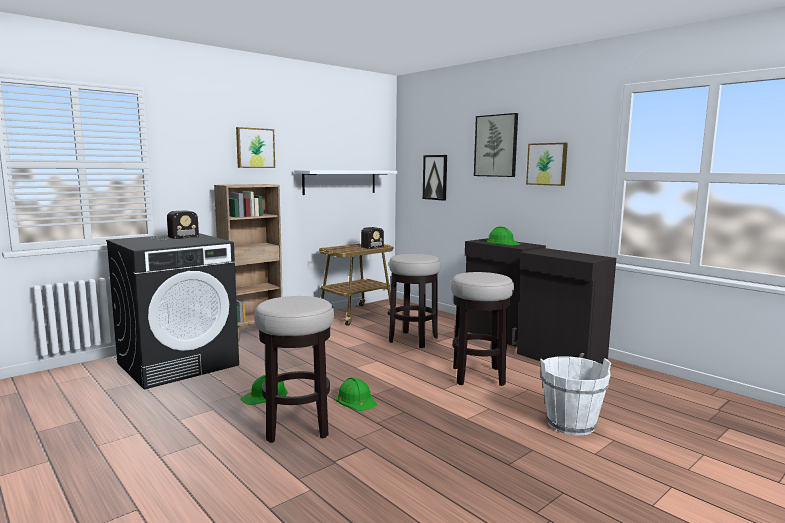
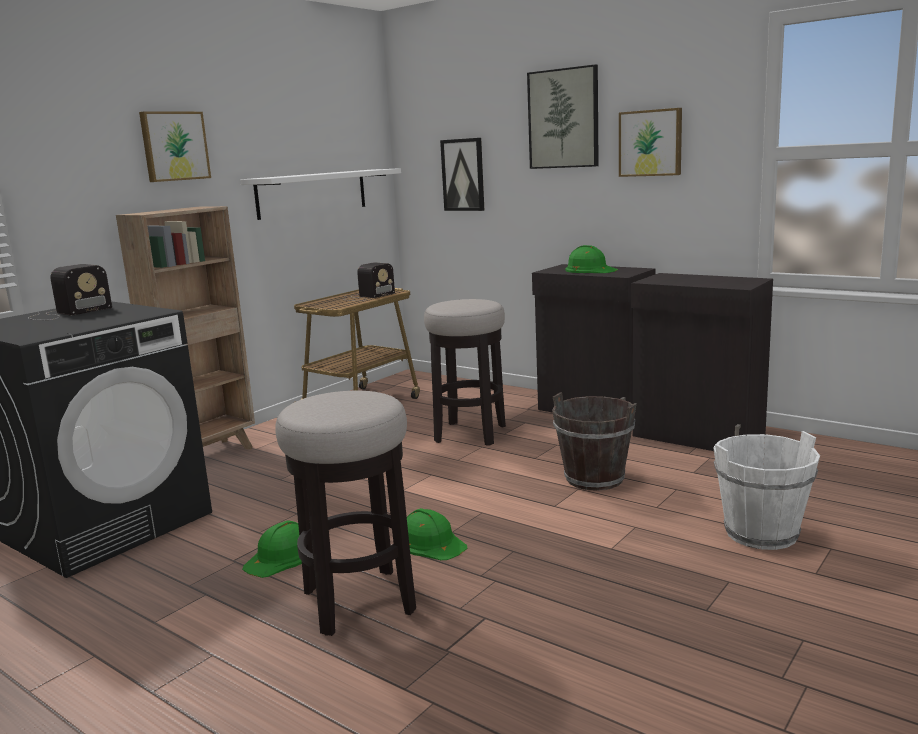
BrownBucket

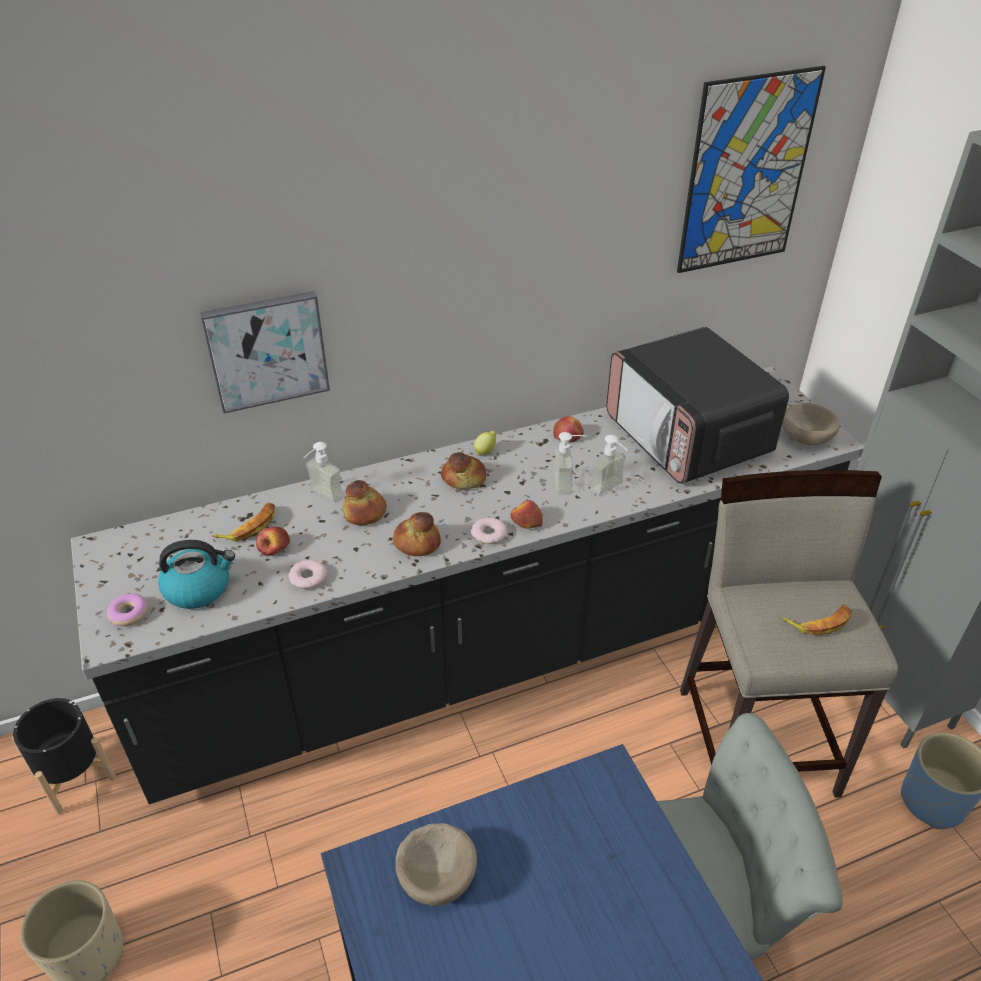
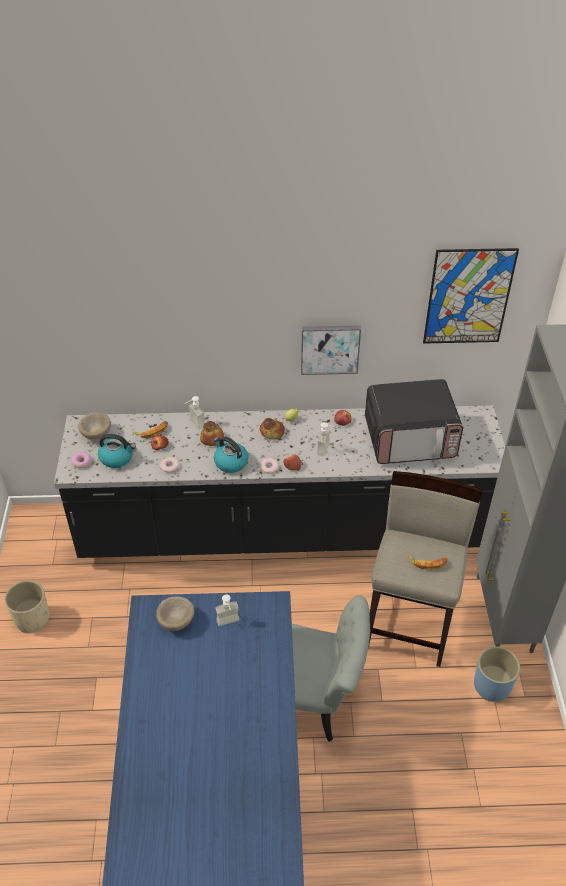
BlackPlanter
Picture (1st from left)
SoapDispenser (2nd from left)
BeigeBowl (1st from left)
Kettle (2nd from left)
Microwave

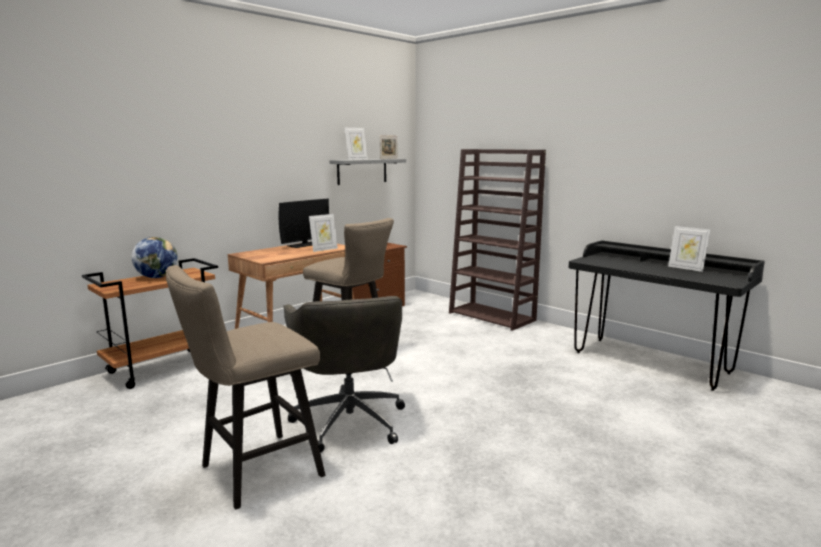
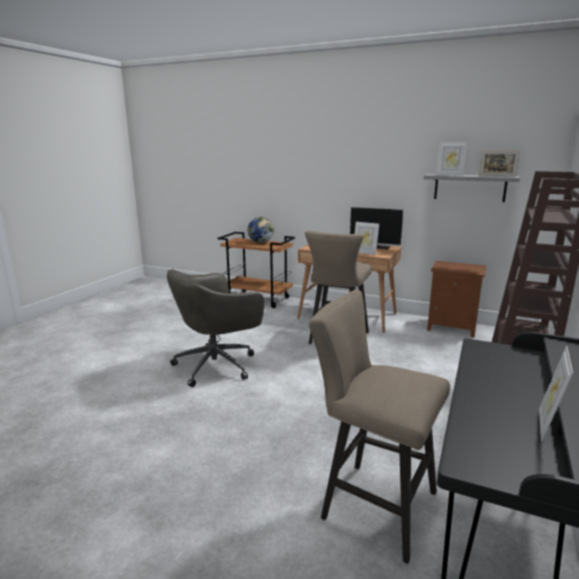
BeigeStool (2nd from left)

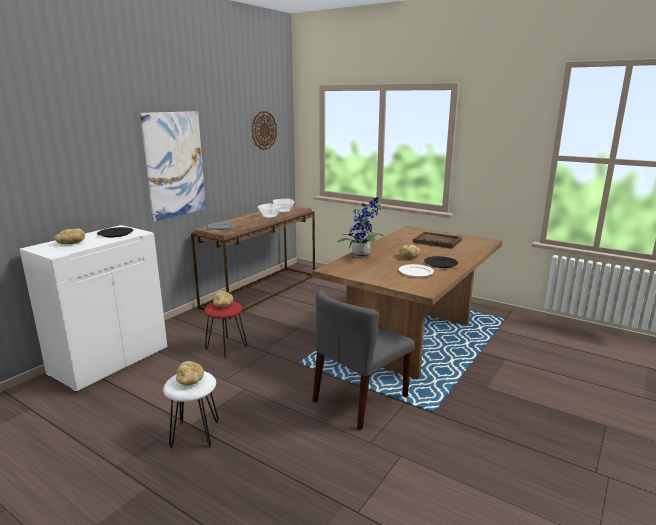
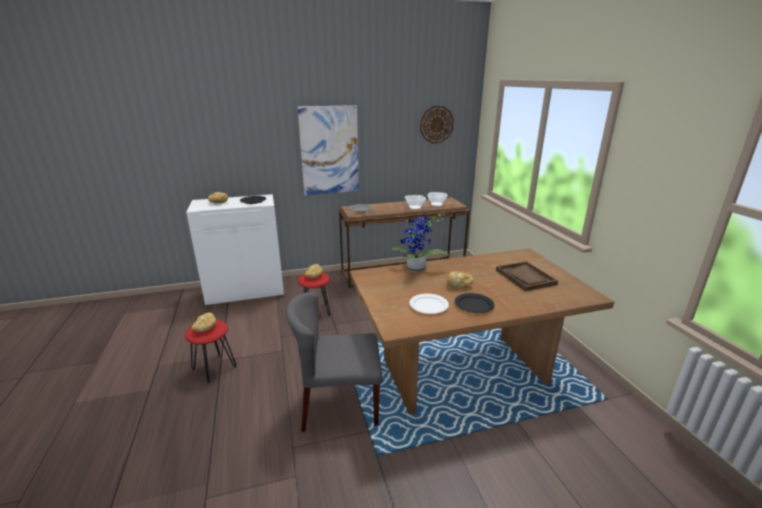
RedStool (1st from left)

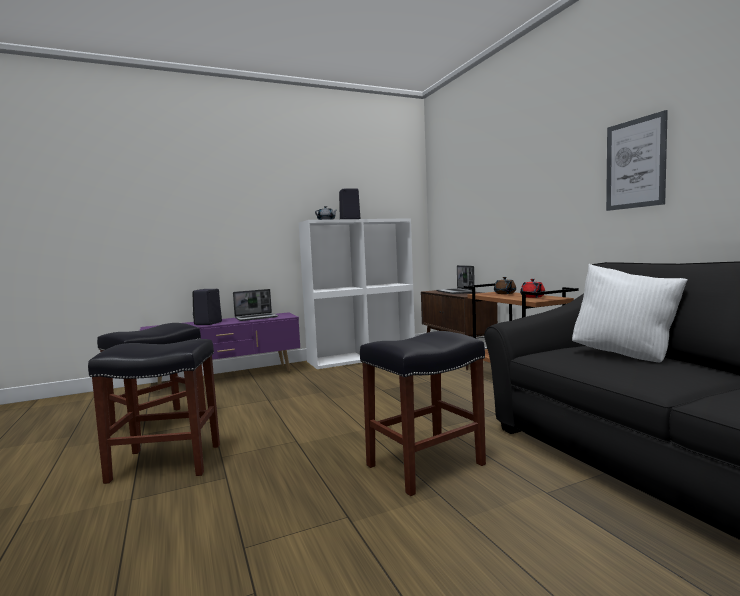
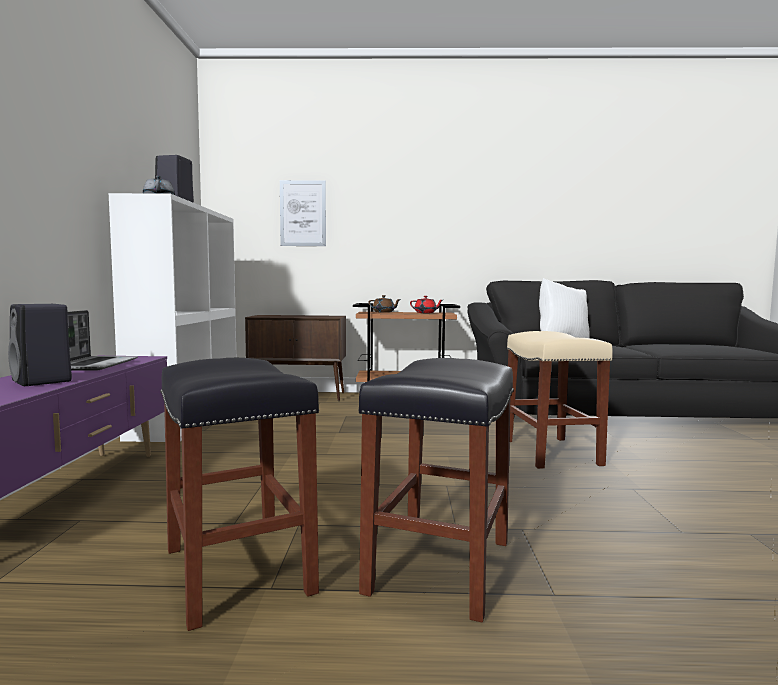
Laptop (2nd from left in the first image)
Picture
BeigeStool

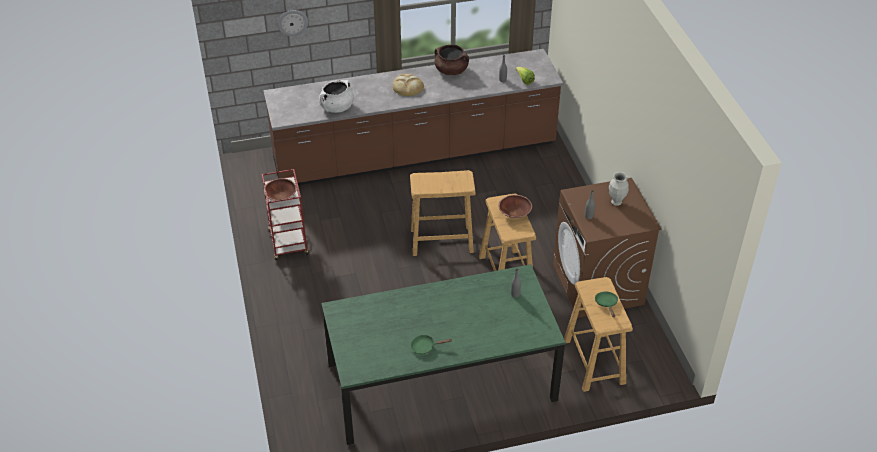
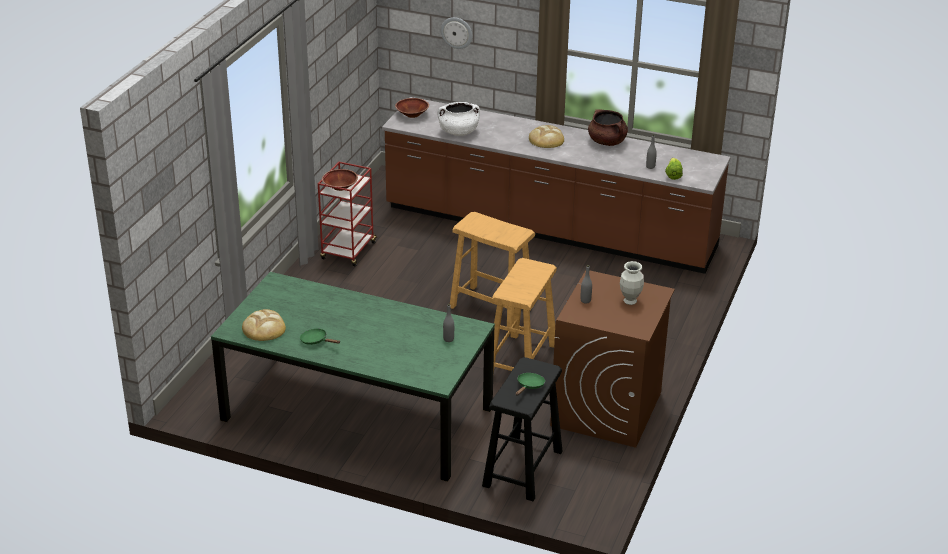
Bread (1st from left)
BrownBowl (2nd from left)
BlackStool

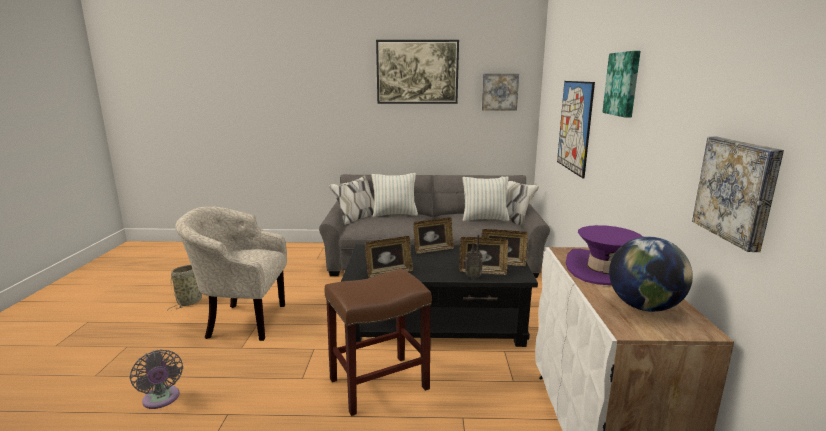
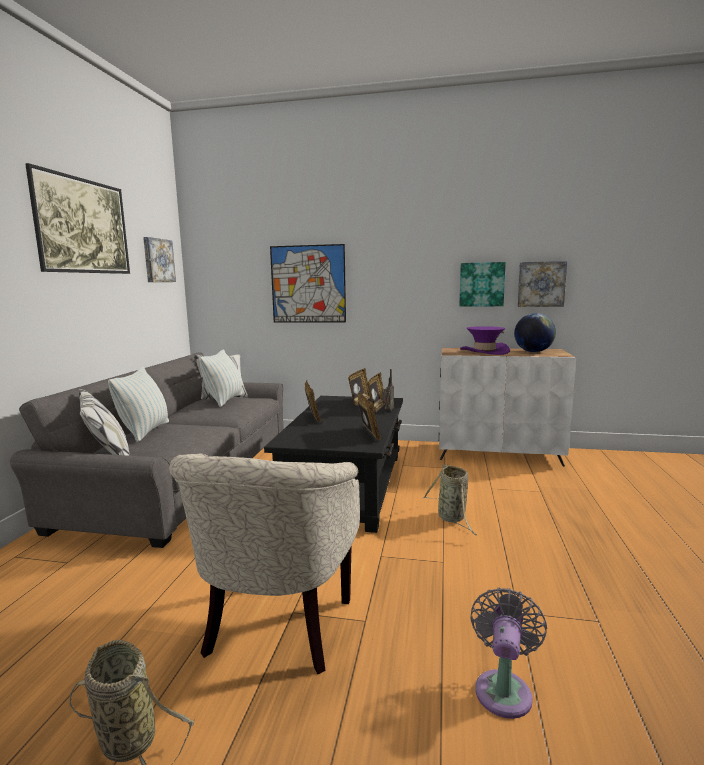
Picture (4th from left)
Basket (2nd from left)
GreyFan

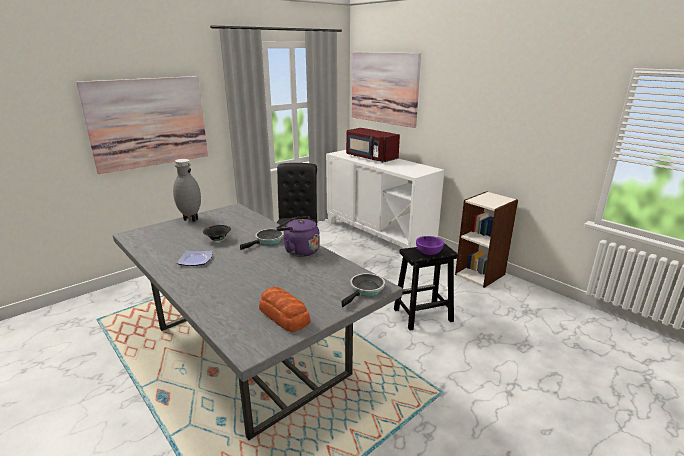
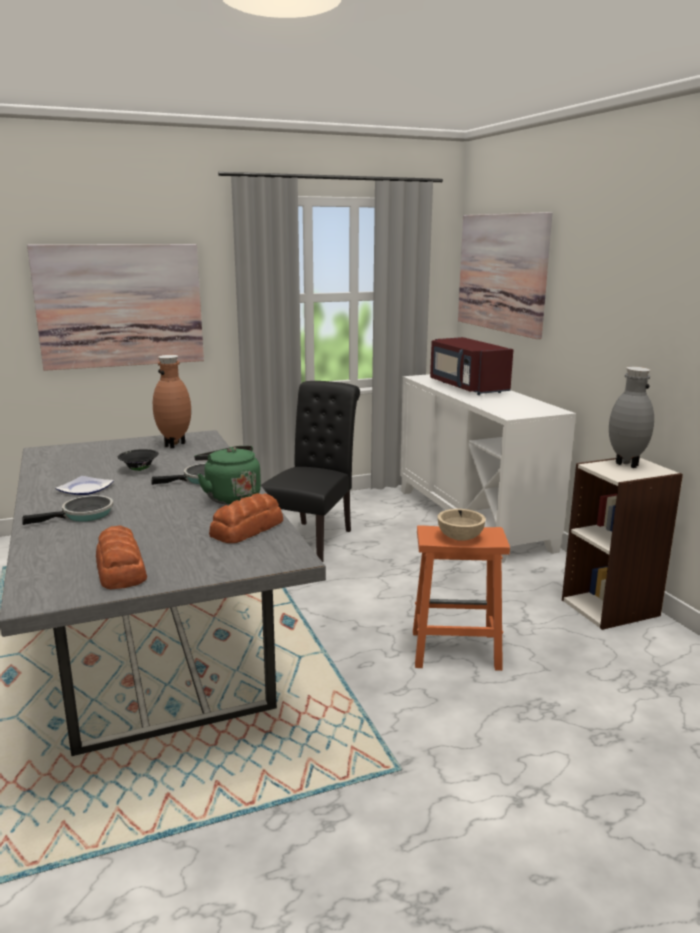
BrownVase
Bread (2nd from left)
GreyVase
FryingPan (1st from left)
GreenKettle
OrangeStool
BeigeBowl

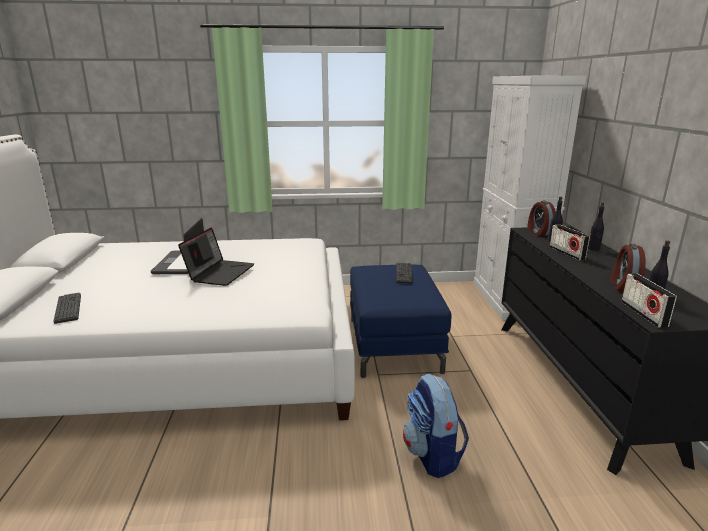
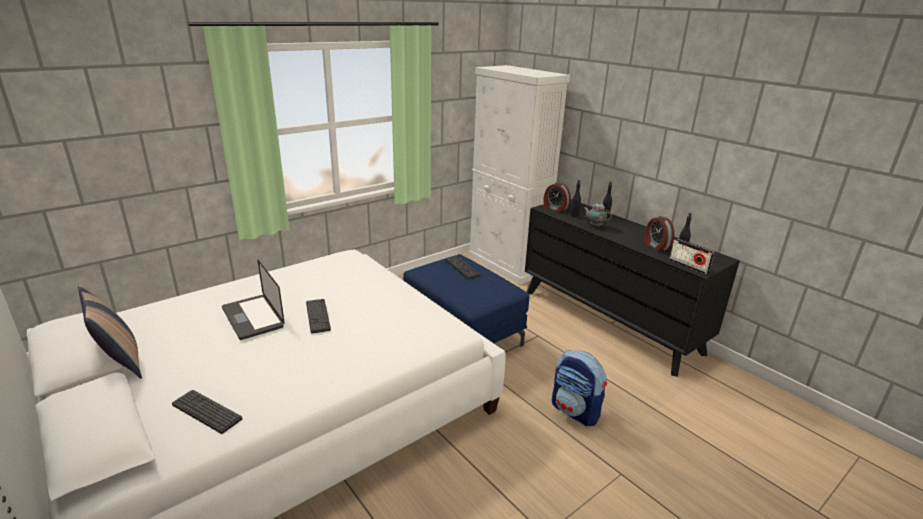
Pillow
Keyboard (2nd from left)
Teapot

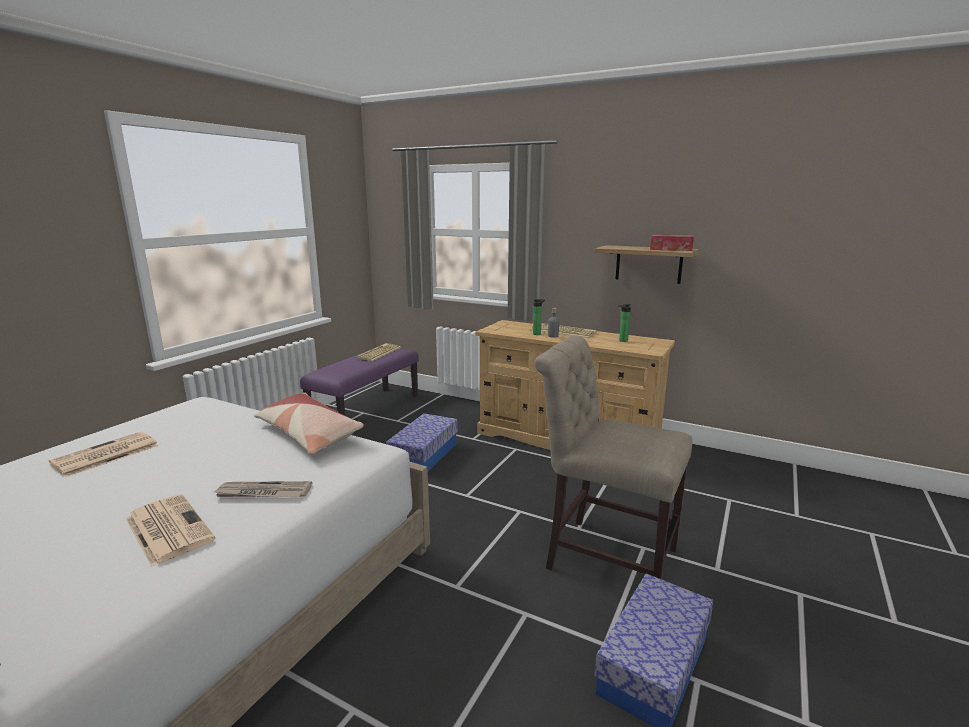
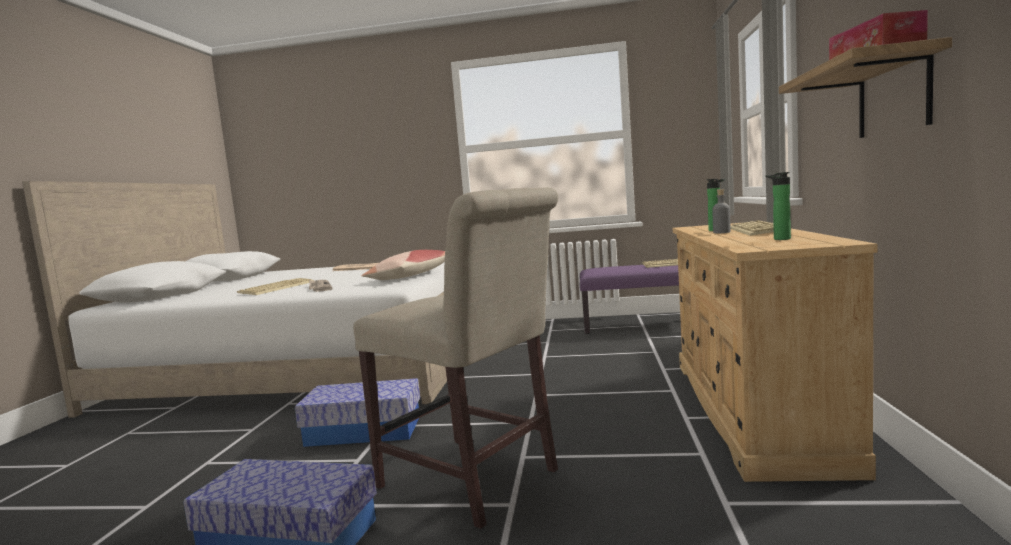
StorageBox (2nd from left)
Keyboard (1st from left)
BeigeChair

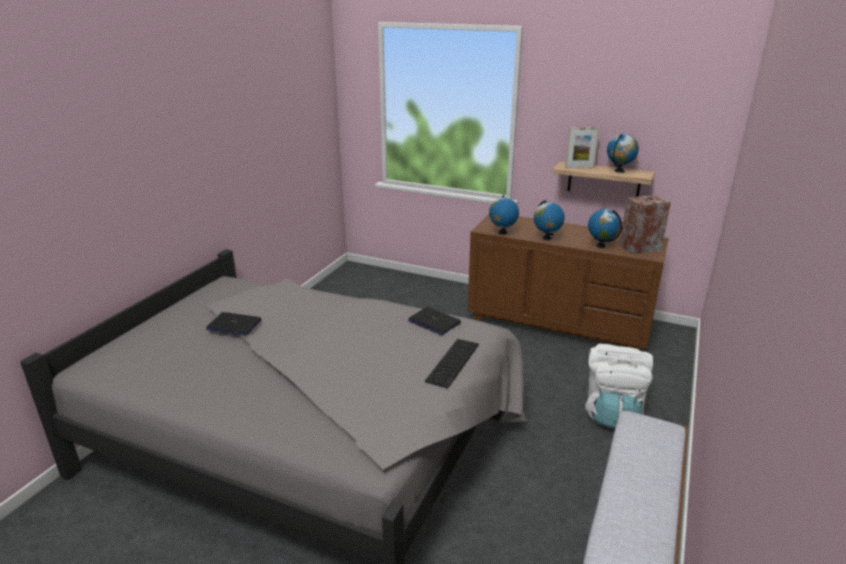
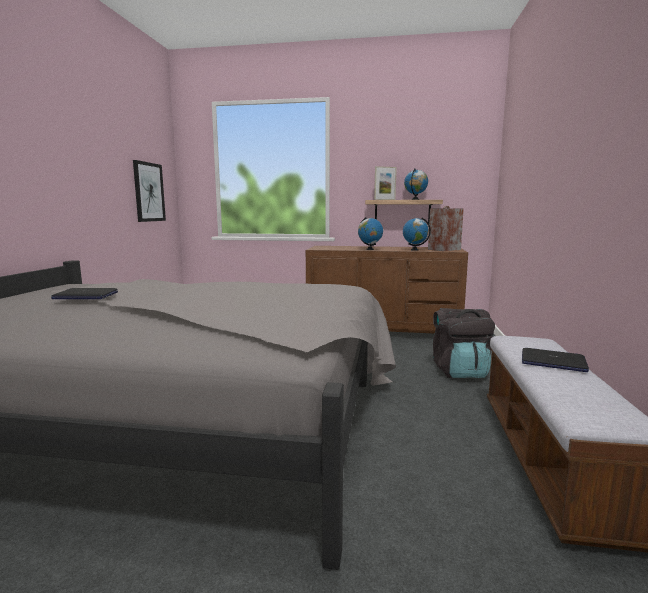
Keyboard
Globe (1st from left in the first image)
Picture
Laptop (2nd from left)
BlackBackpack

